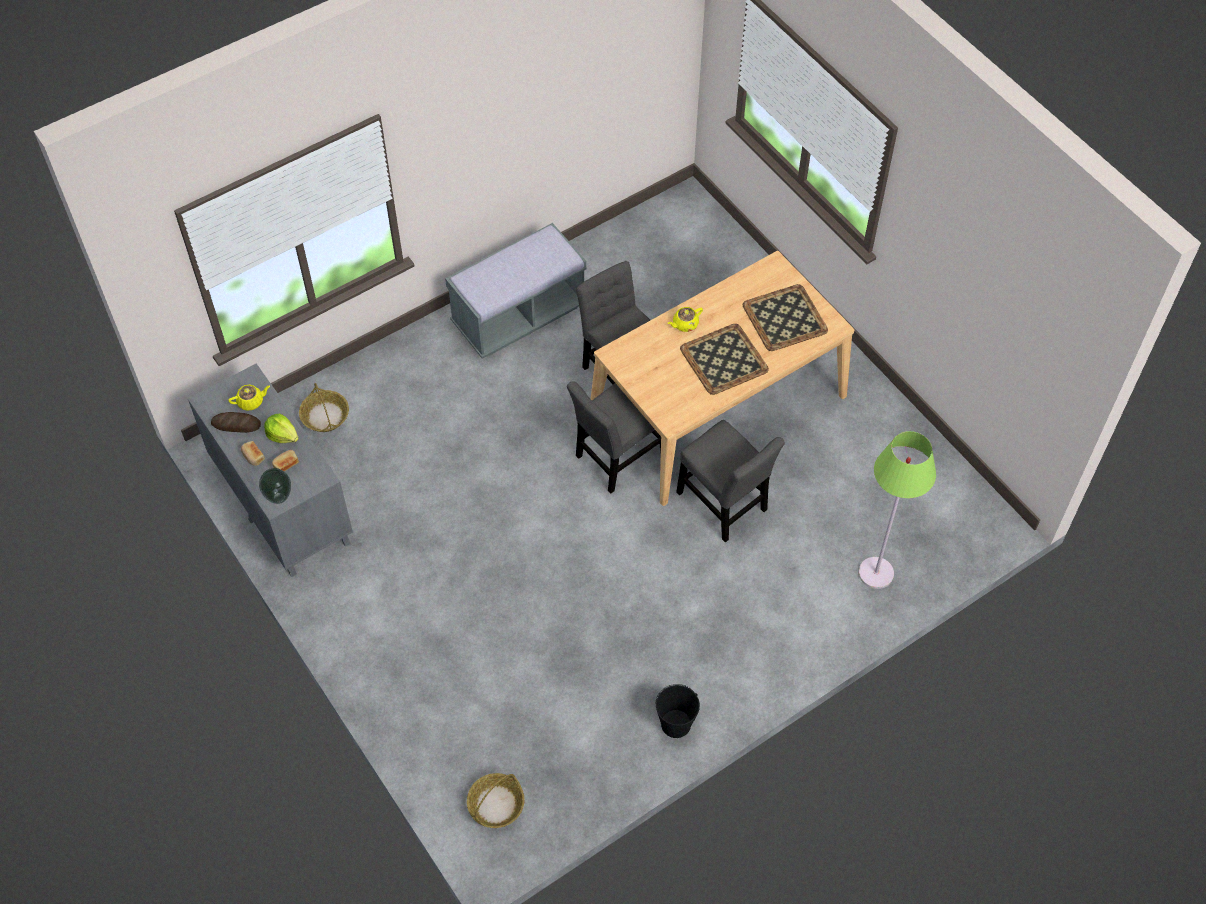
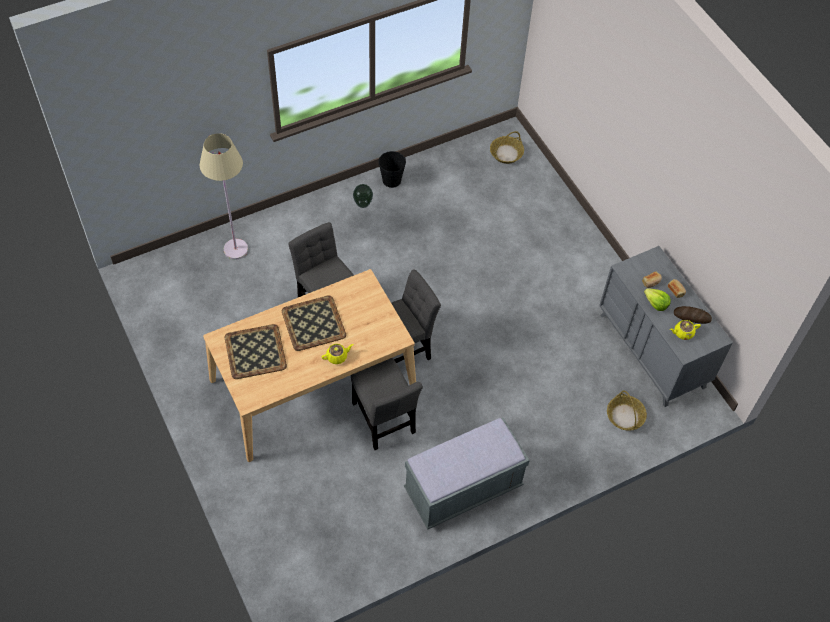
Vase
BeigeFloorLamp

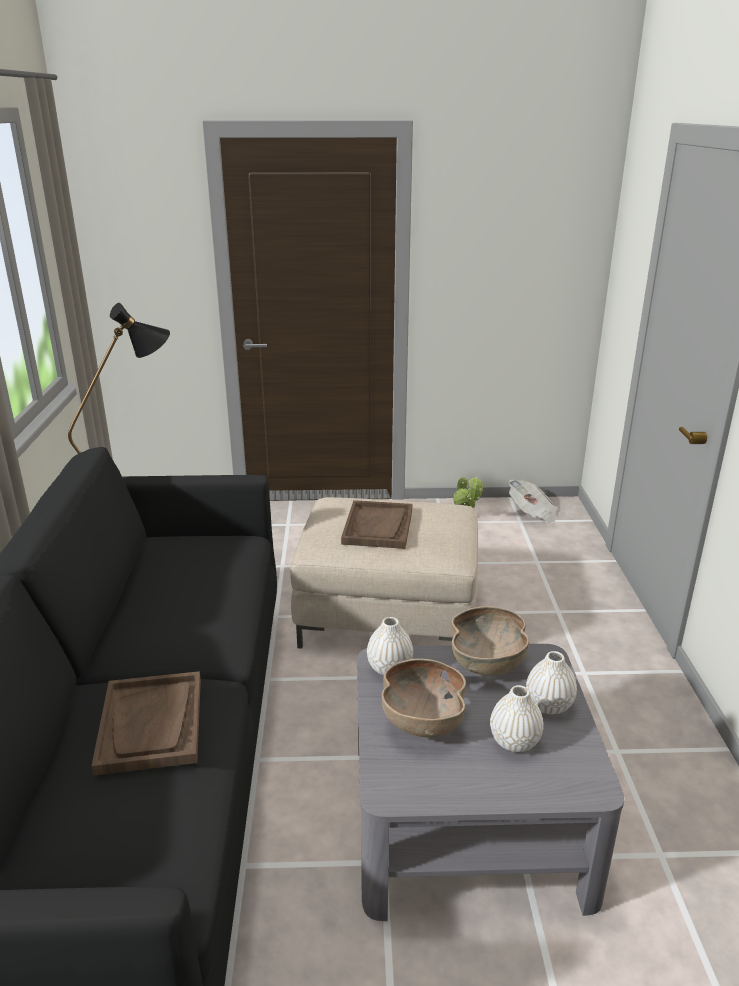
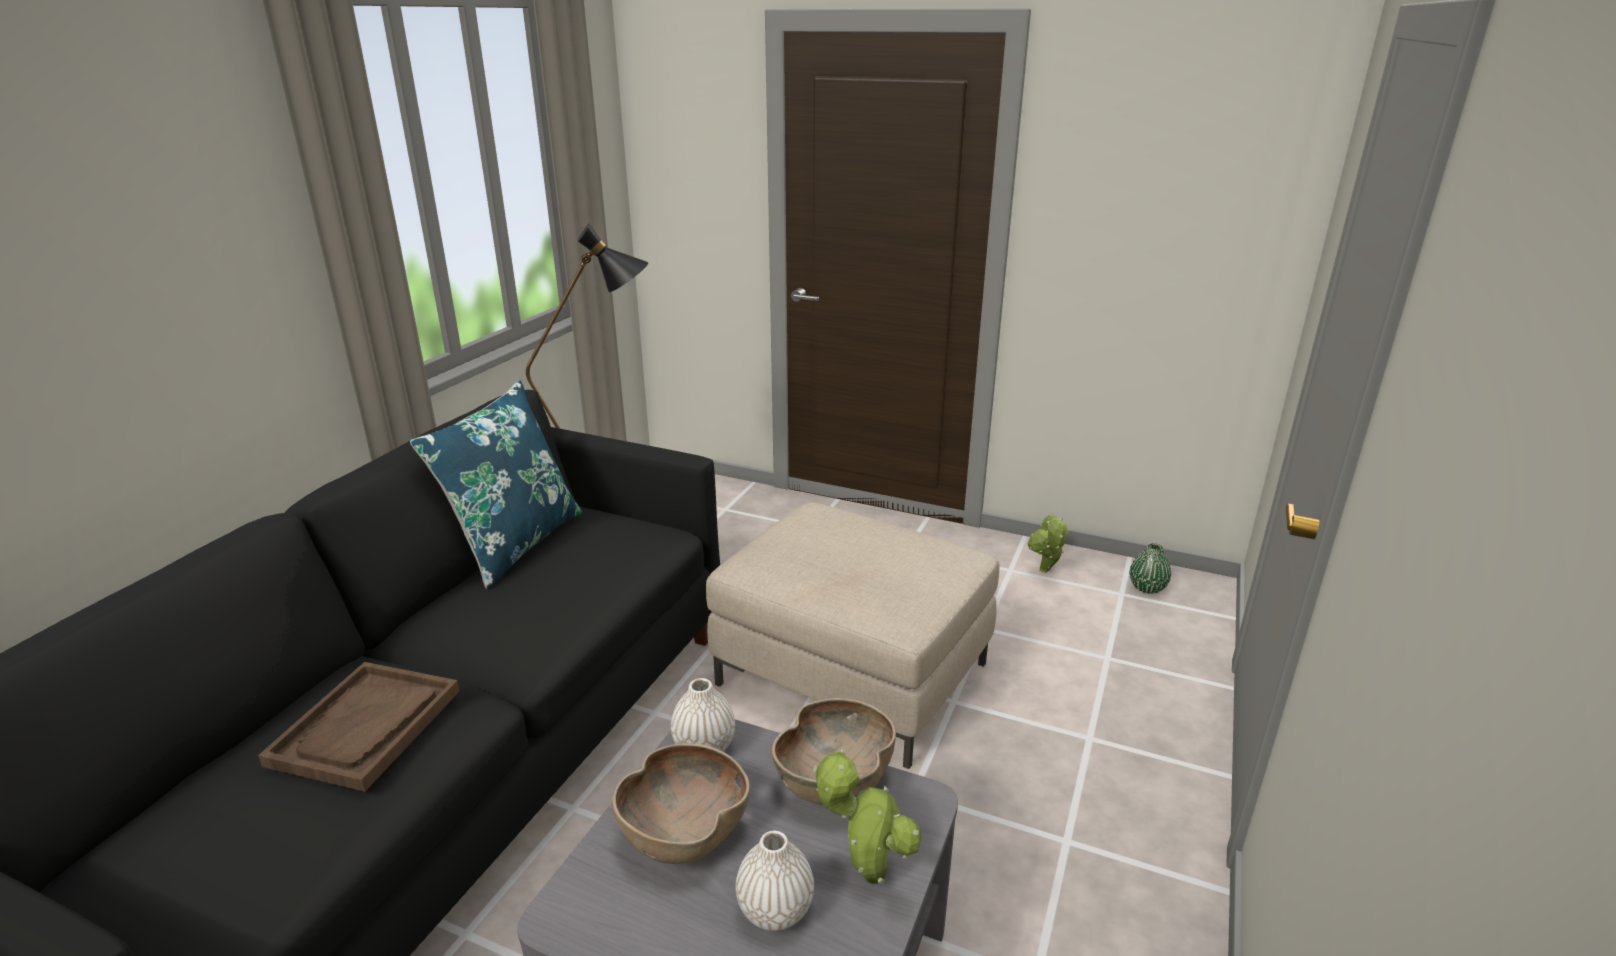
BrownTray (2nd from left in the first image)
BluePillow
GreenVase
PottedPlant (1st from left)

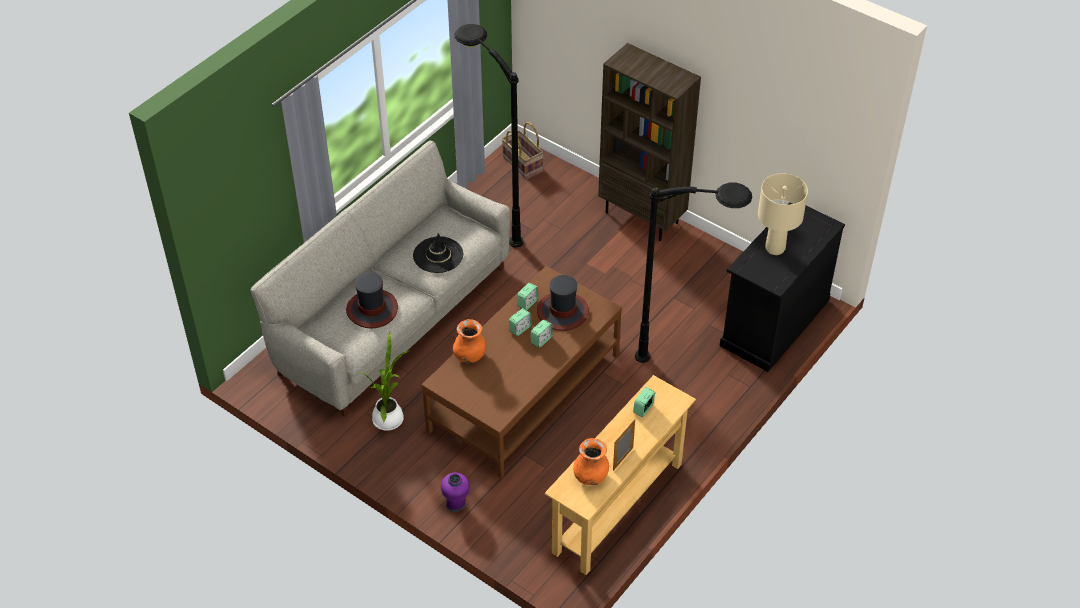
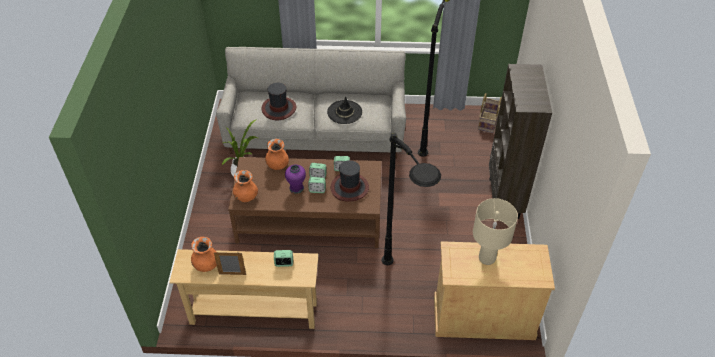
OrangeVase (2nd from left)
PurpleVase
BeigeCabinet

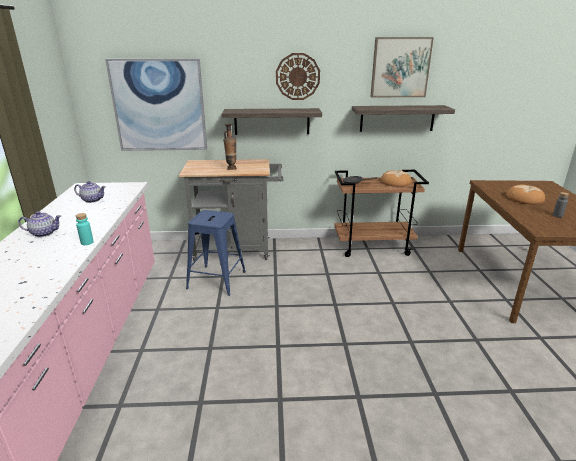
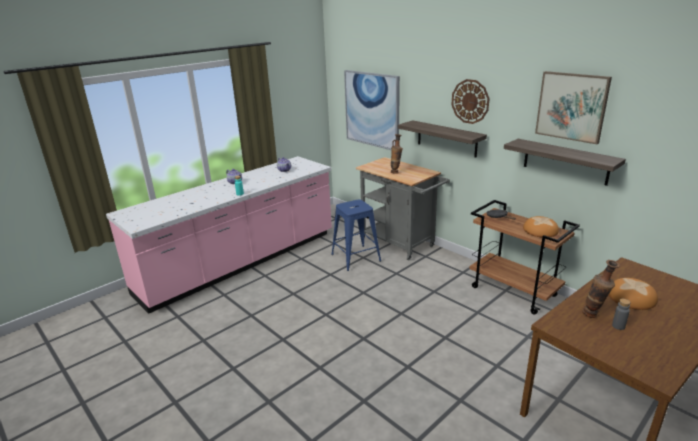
Vase (2nd from left)

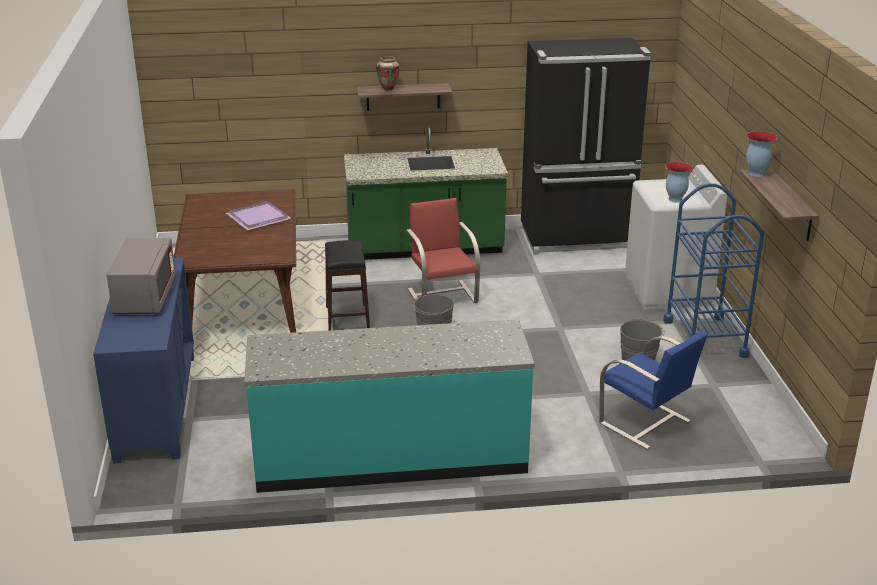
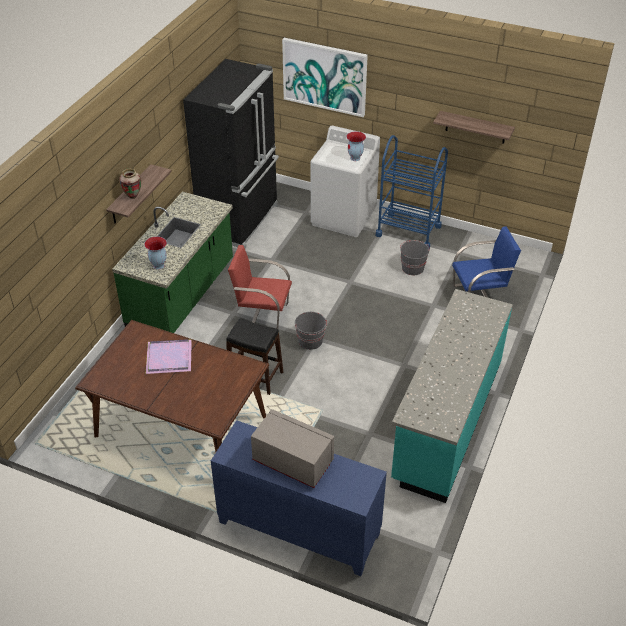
Picture
Vase (2nd from left)

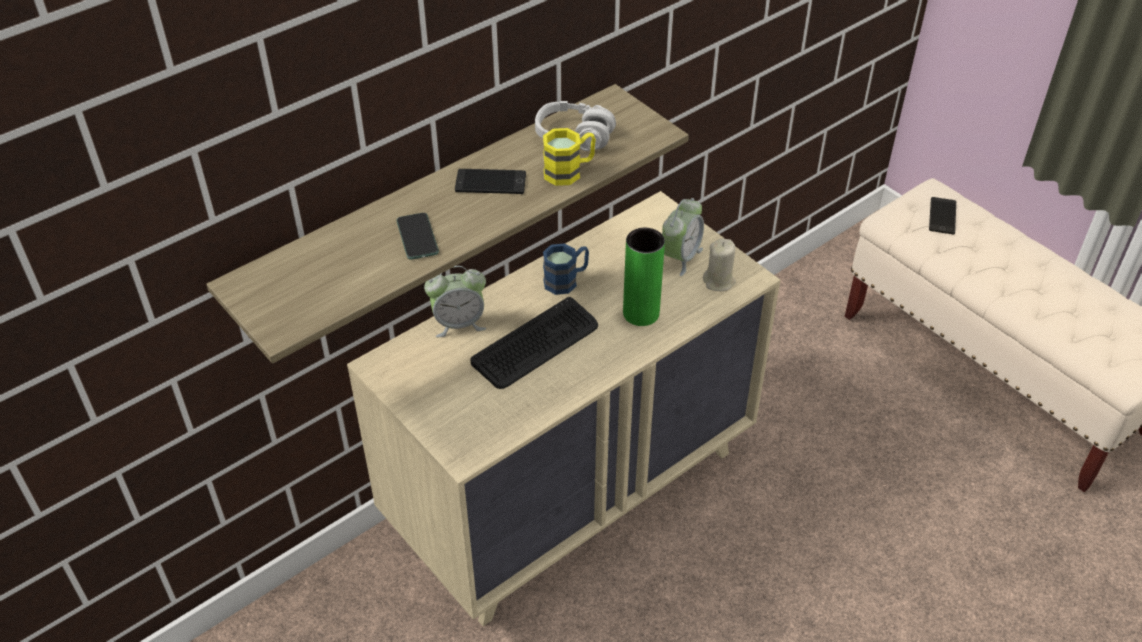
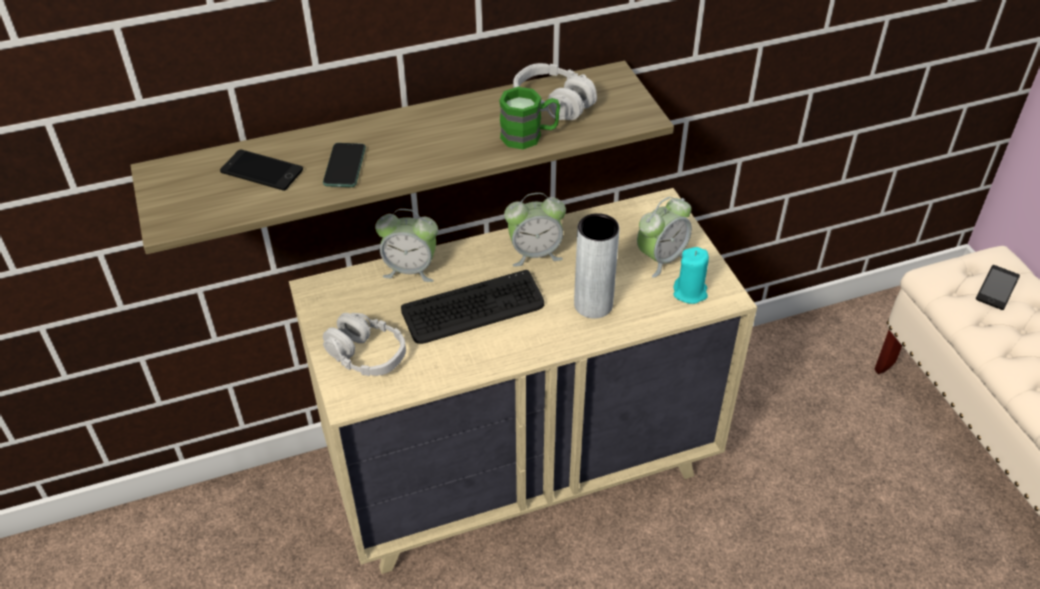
GreyHeadphones (1st from left)
Phone (1st from left)
AlarmClock (2nd from left)
GreenMug
GreyVase
TurquoiseCandle

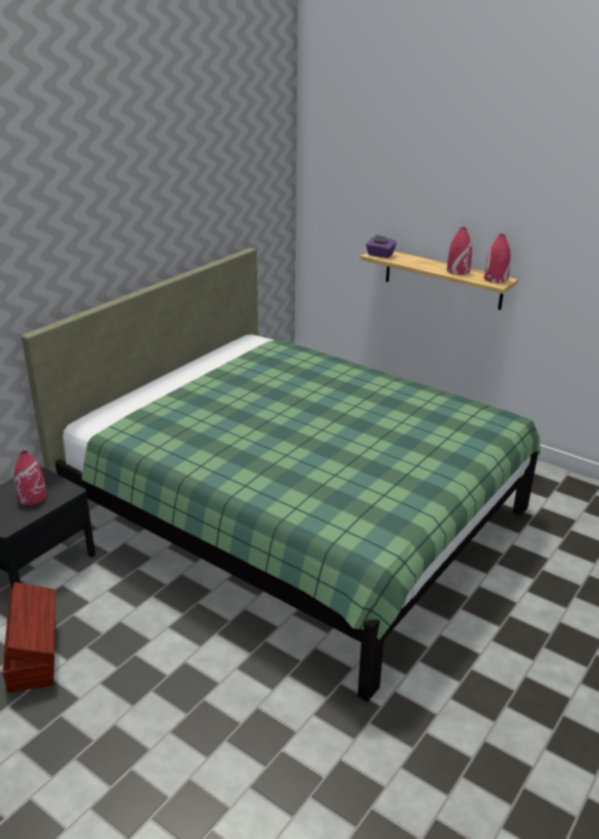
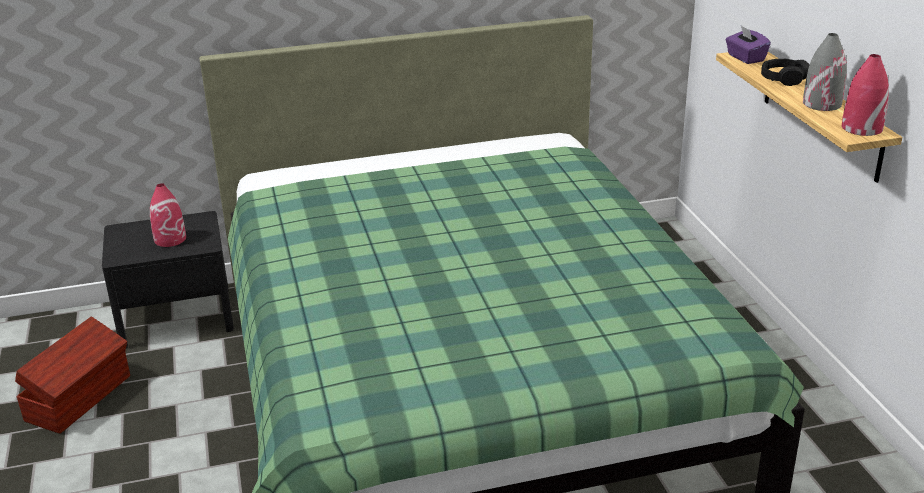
BlackHeadphones
GreyVase

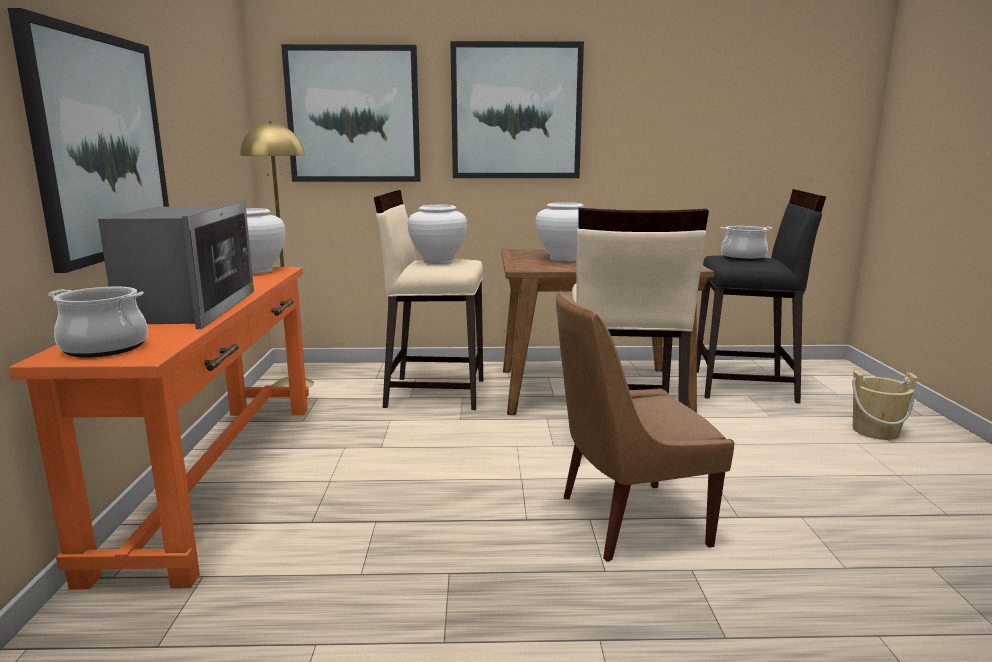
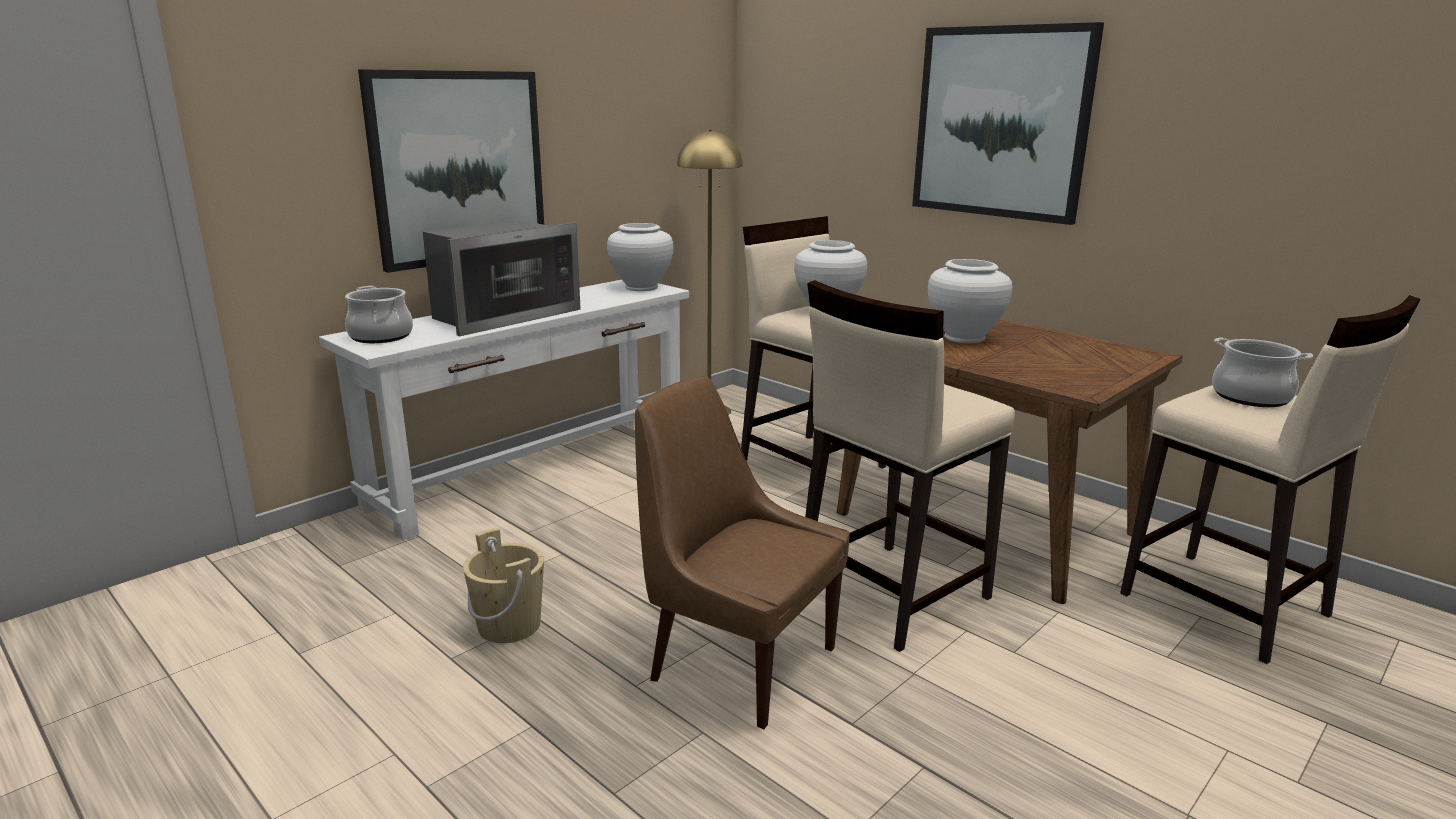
Picture (2nd from left in the first image)
BeigeBucket
WhiteConsoleTable
BeigeStool (3rd from left)

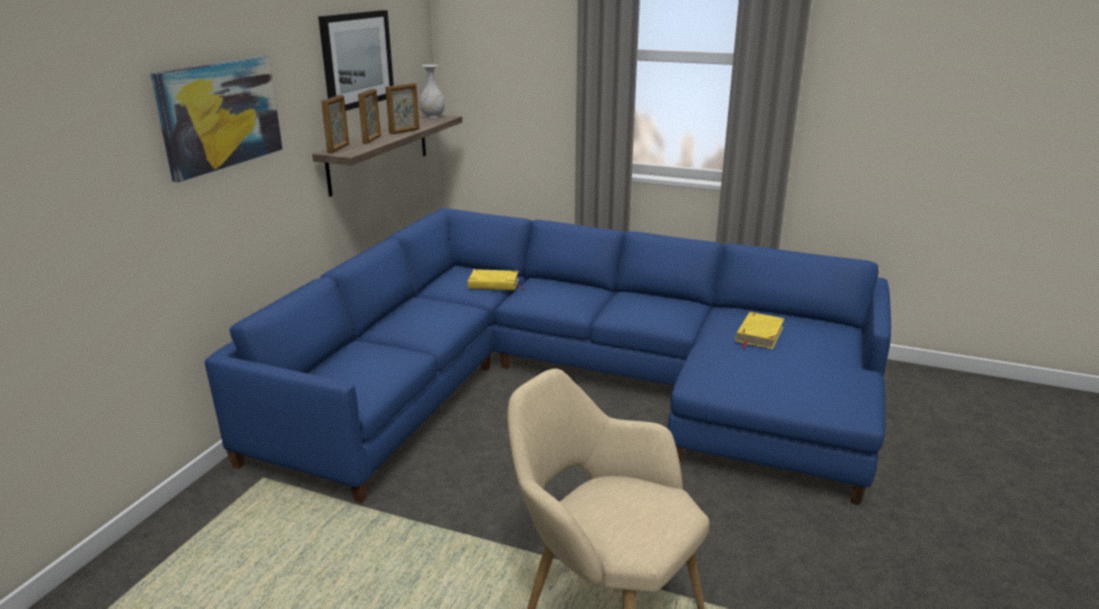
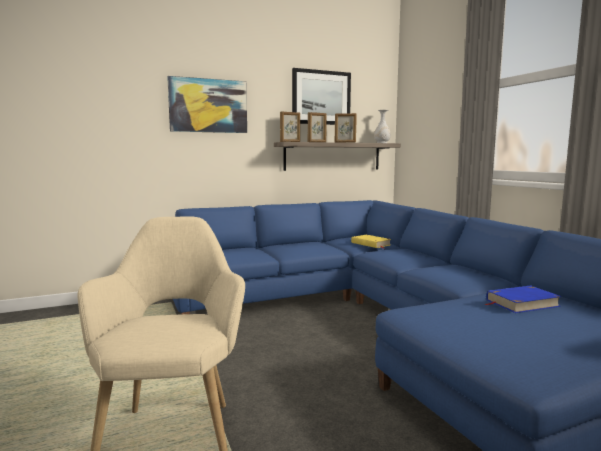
BlueBook

